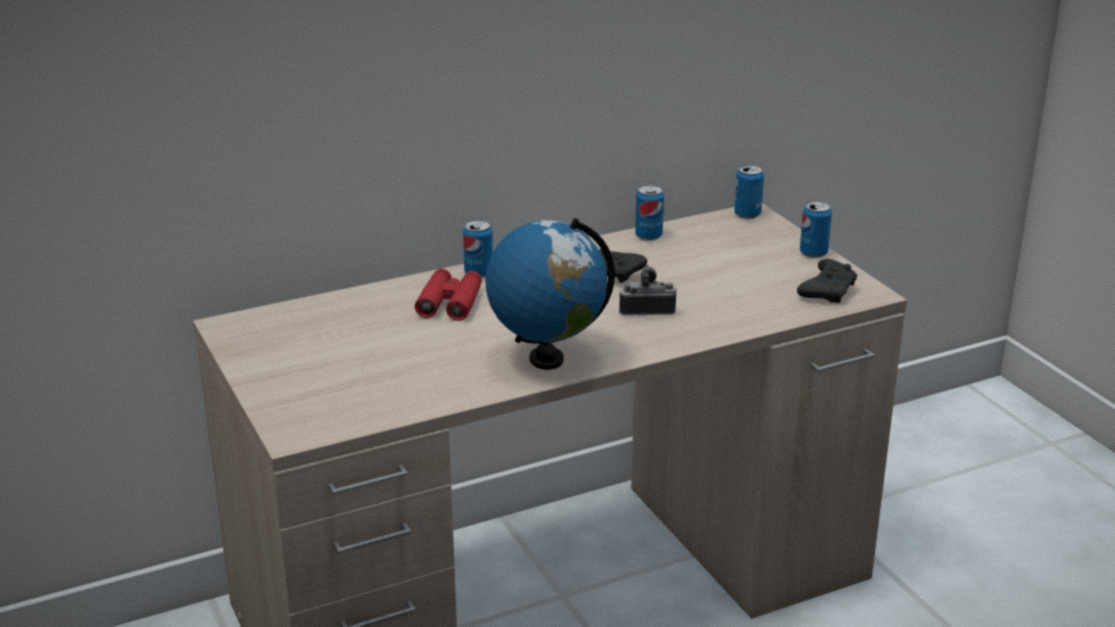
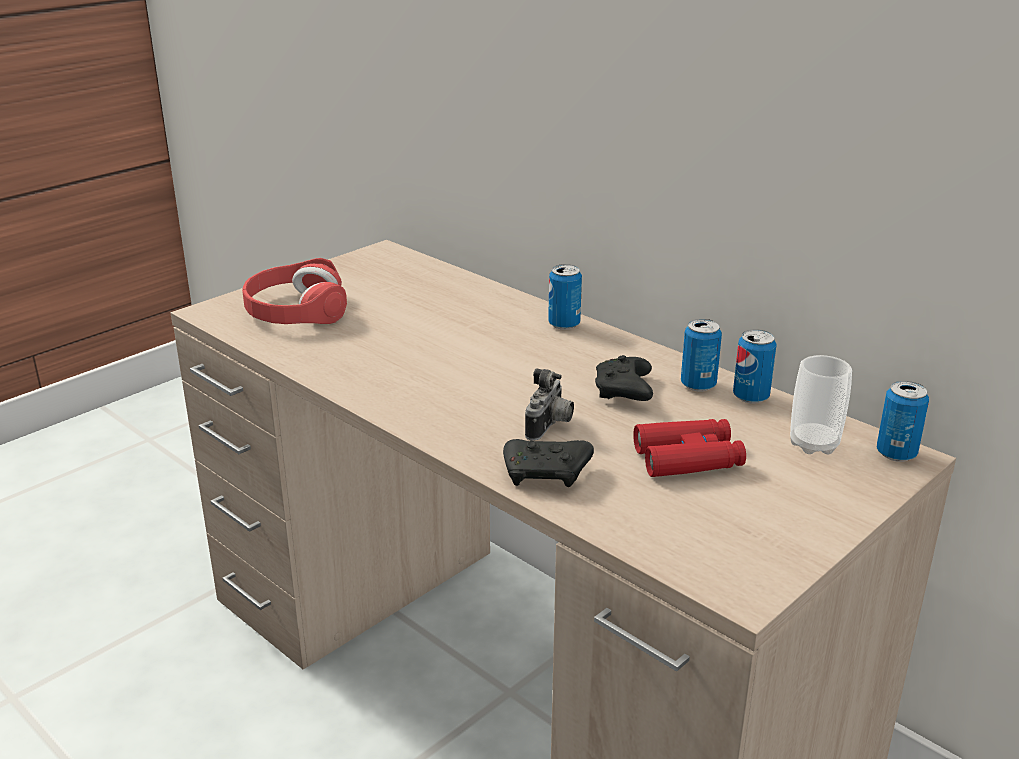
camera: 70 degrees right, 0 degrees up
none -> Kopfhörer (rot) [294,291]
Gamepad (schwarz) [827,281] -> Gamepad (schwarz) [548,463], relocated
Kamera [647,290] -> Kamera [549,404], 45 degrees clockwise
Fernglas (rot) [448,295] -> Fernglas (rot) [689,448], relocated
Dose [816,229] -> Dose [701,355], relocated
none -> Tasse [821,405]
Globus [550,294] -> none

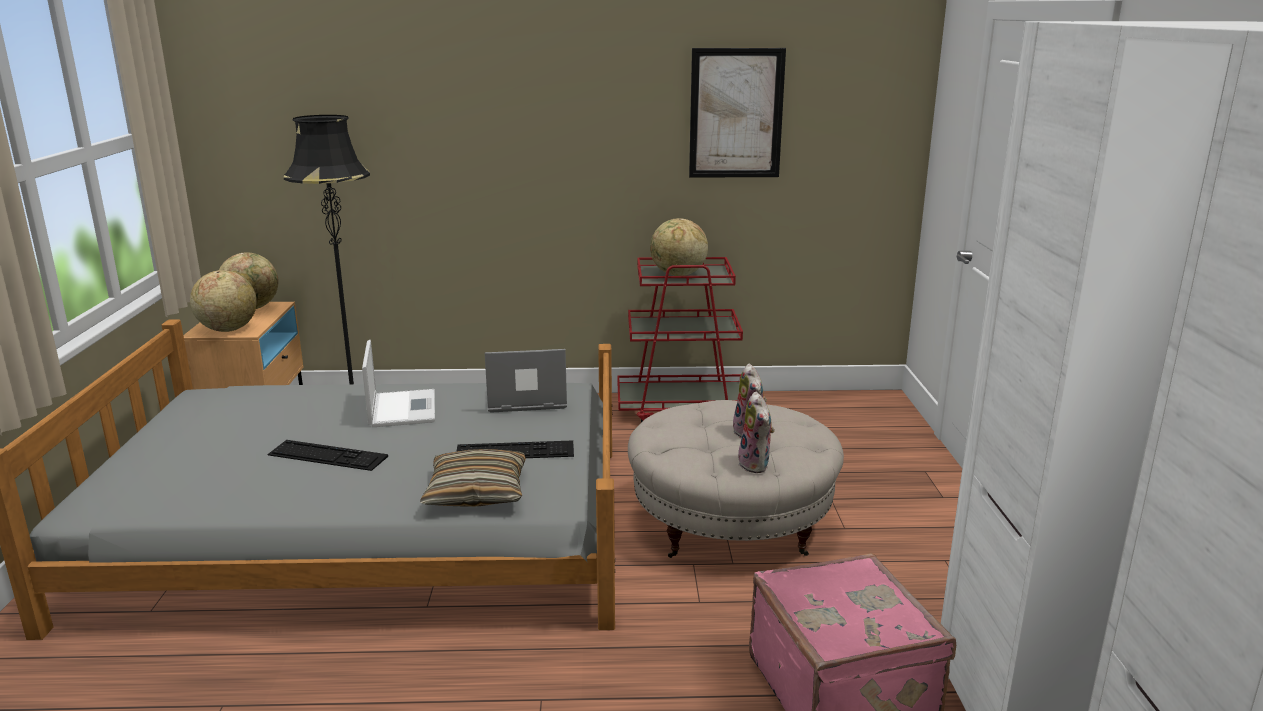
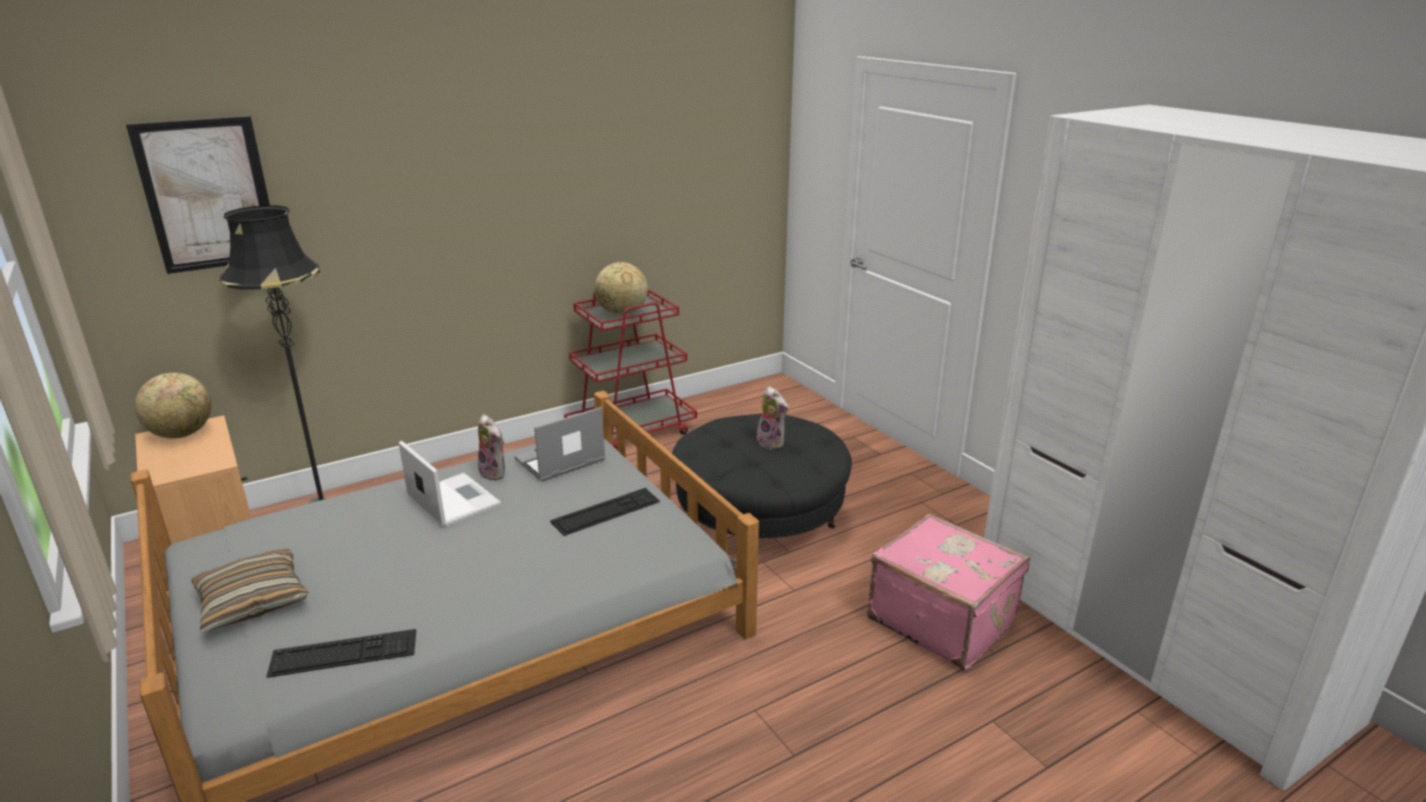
camera: 30 degrees left, 5 degrees up
Bild [737,113] -> Bild [198,195], relocated
Kissen [473,478] -> Kissen [249,590], relocated
Tastatur [327,455] -> Tastatur [341,653], relocated
Plüschtier [756,432] -> Plüschtier [492,447], relocated
Polsterhocker (beige) [736,479] -> Polsterhocker (schwarz) [762,476]
Globus [223,301] -> none

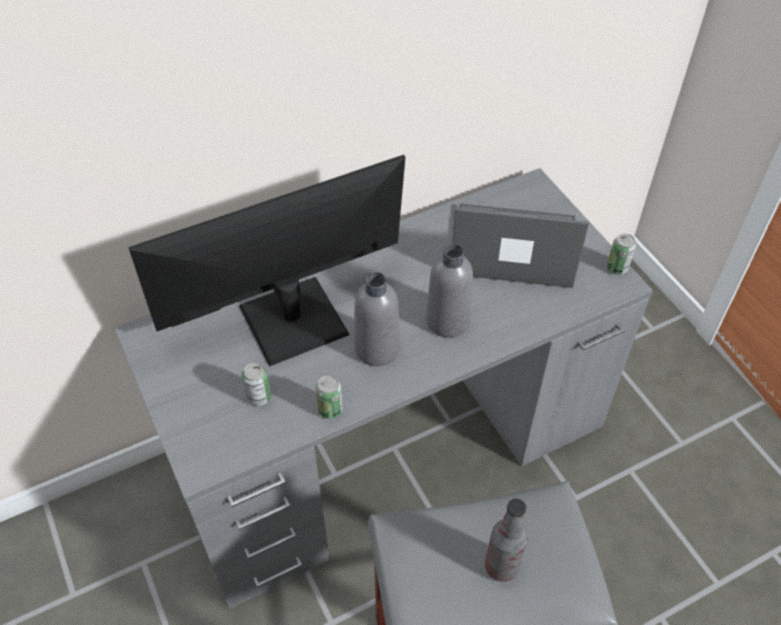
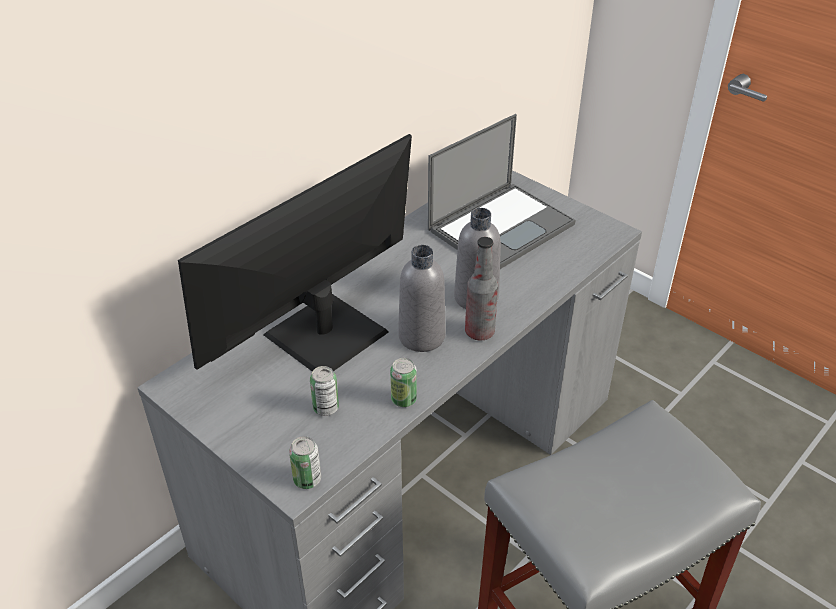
camera: 20 degrees left, 10 degrees down
Dose [621,254] -> Dose [305,462], relocated
Laptop [520,245] -> Laptop [501,191], 150 degrees clockwise
Flasche [506,540] -> Flasche [481,288], relocated

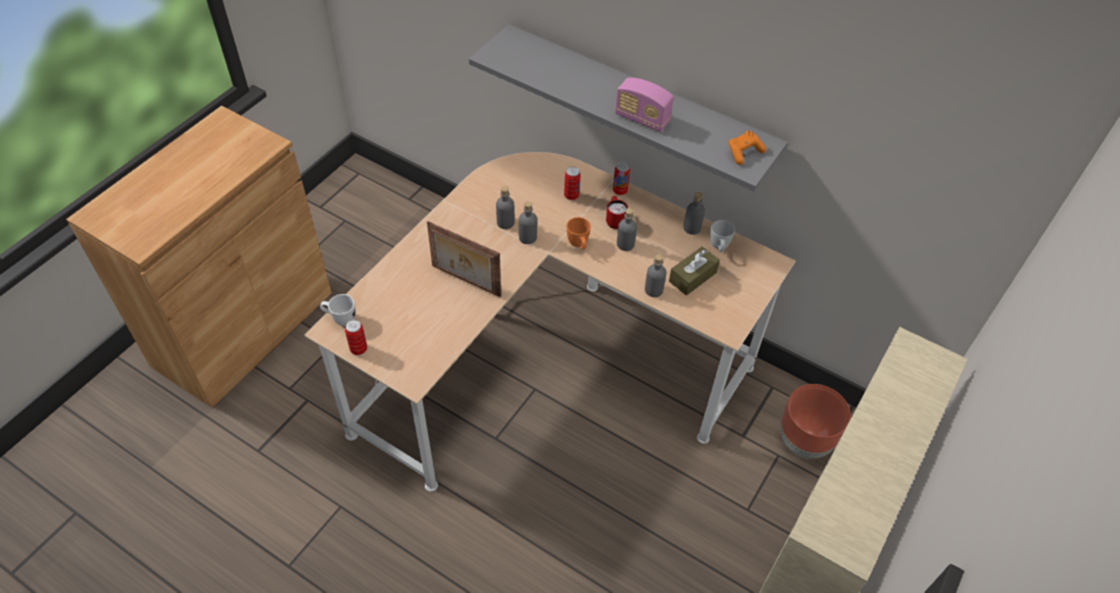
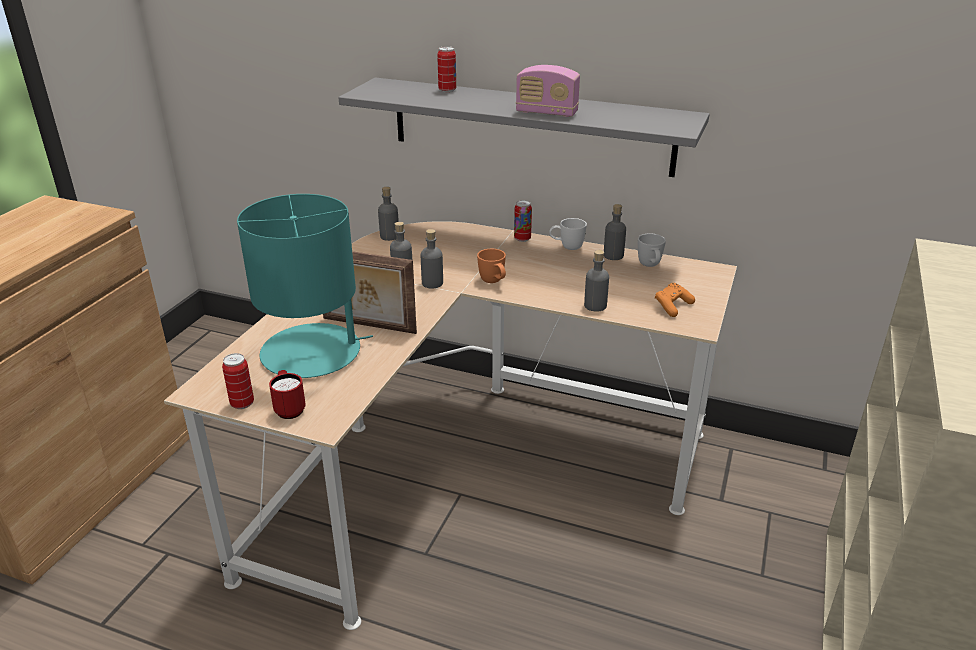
camera: 10 degrees left, 20 degrees down
none -> Tischlampe (türkis) [305,286]
Henkelbecher (rot) [617,212] -> Henkelbecher (rot) [287,394], relocated
Flasche (grau) [627,229] -> Flasche (grau) [388,214], relocated
Dose [572,183] -> Dose [446,69], relocated
Henkelbecher (weiß) [337,310] -> Henkelbecher (weiß) [568,234], relocated
Gamepad (orange) [747,148] -> Gamepad (orange) [675,300], relocated
Taschentuchbox (braun) [694,271] -> none
Pflanzkübel (braun) [815,421] -> none

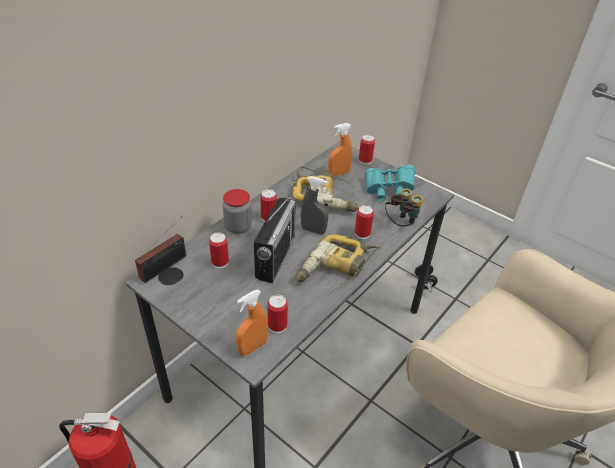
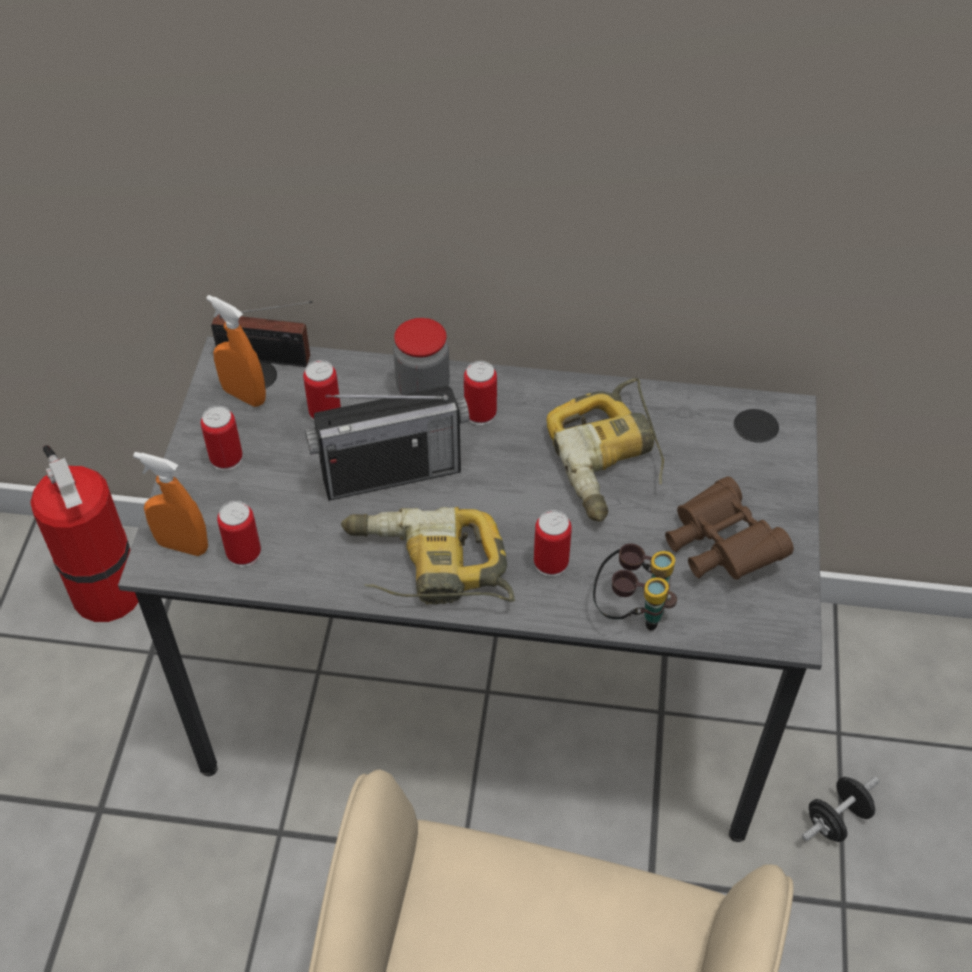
camera: 60 degrees right, 10 degrees up
Dose [367,150] -> Dose [222,438], relocated
Sprühflasche (orange) [340,150] -> Sprühflasche (orange) [236,351], relocated
Fernglas (türkis) [390,183] -> Fernglas (braun) [729,528]
Sprühflasche (grau) [314,205] -> none

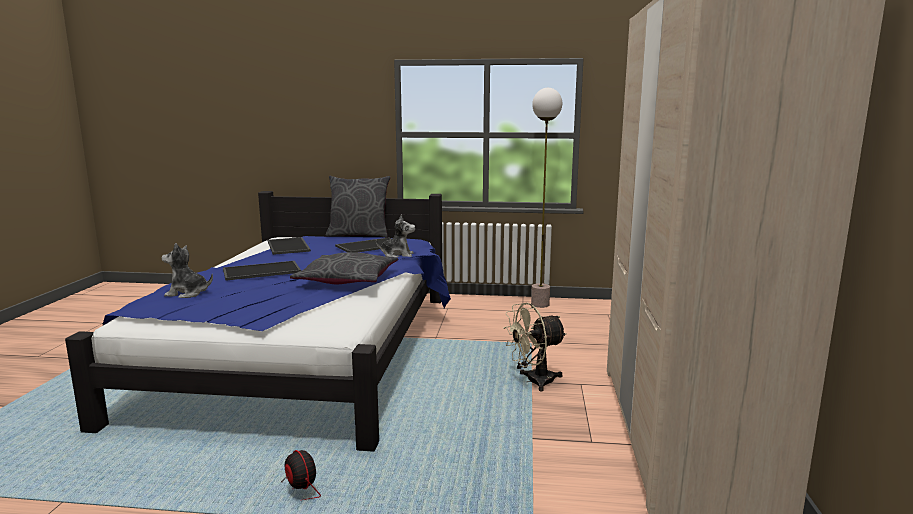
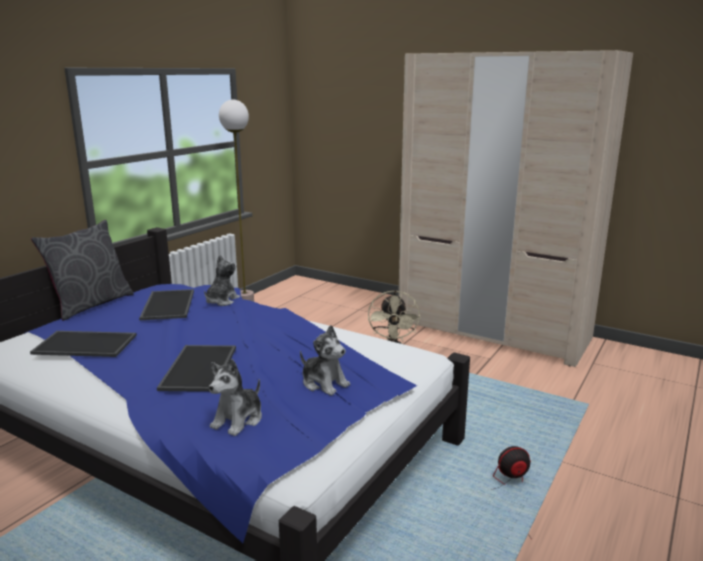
camera: 65 degrees left, 5 degrees up
none -> Plüschtier [325,360]
Kissen (grau) [344,268] -> none

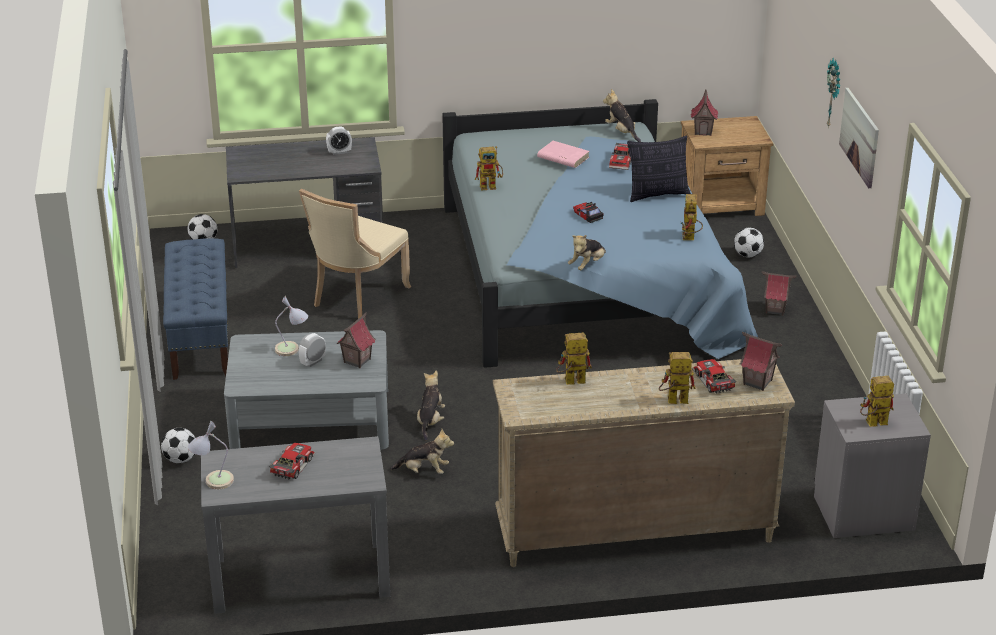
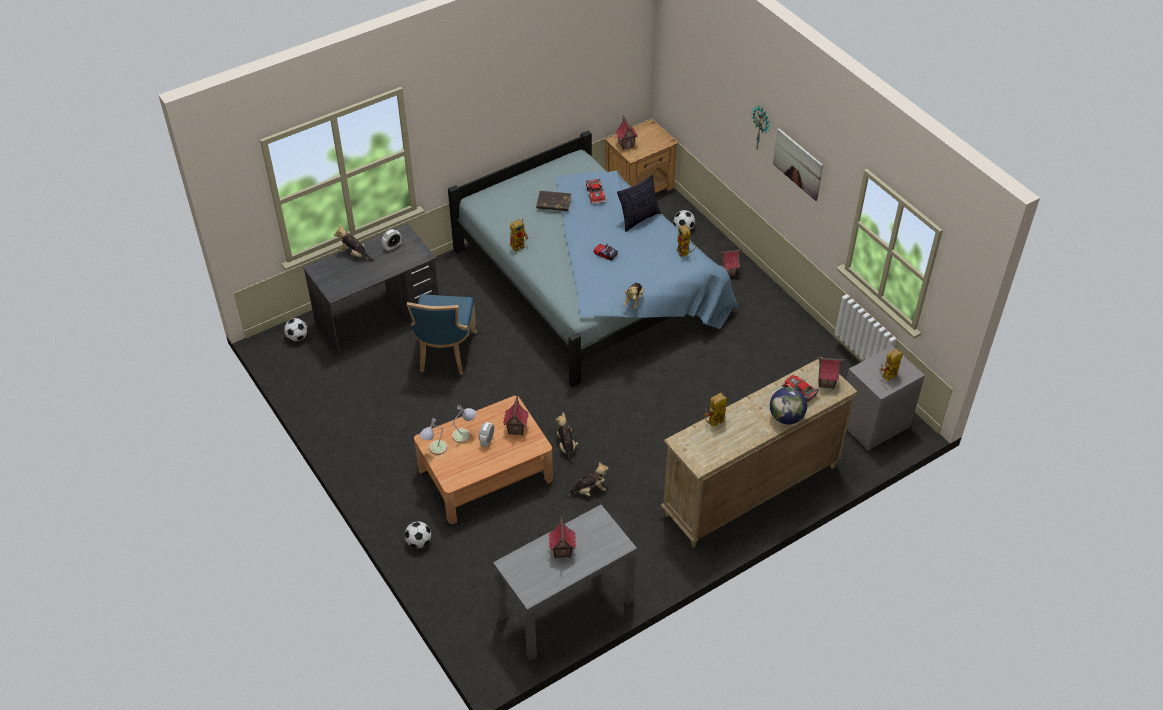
camera: 25 degrees left, 15 degrees up
Plüschtier [622,115] -> Plüschtier [354,243], relocated
Stuhl (beige) [355,254] -> Stuhl (blau) [442,334]
Couchtisch (grau) [306,390] -> Couchtisch (braun) [483,460]
Tischlampe [211,455] -> Tischlampe [434,436], relocated
Buch (rosa) [563,154] -> Buch (braun) [554,201]
Spielzeugauto [292,461] -> Spielzeughaus [562,537]
Spielzeugroboter [677,378] -> Globus [788,405]
Bank (blau) [195,309] -> none

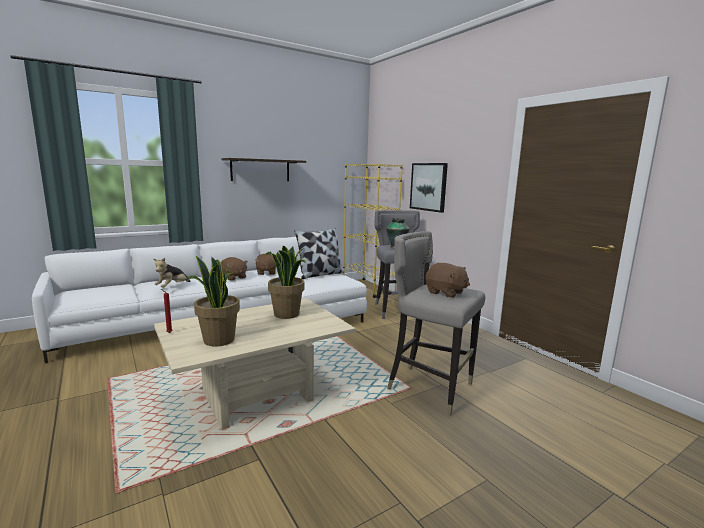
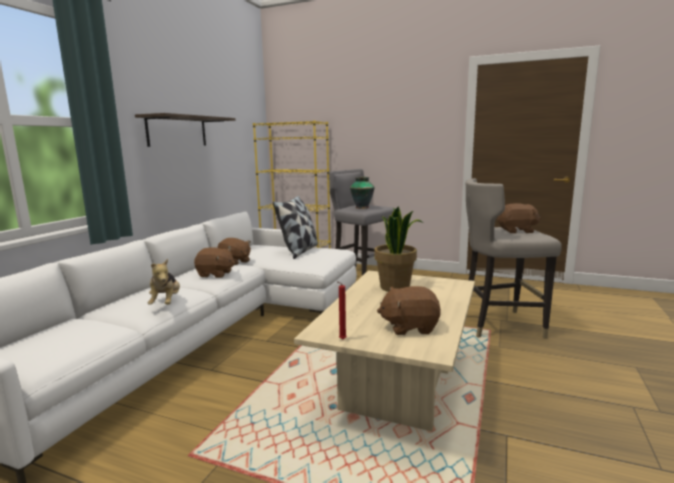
camera: 35 degrees left, 0 degrees up
Topfpflanze [213,301] -> Plüschtier (braun) [409,310]
Bild [429,188] -> none

